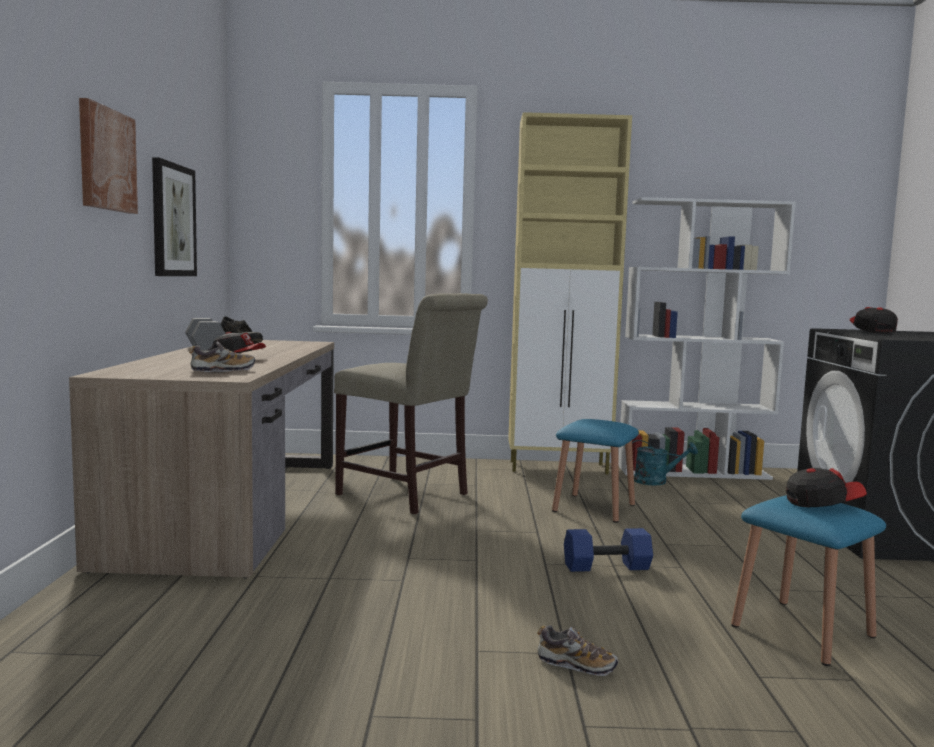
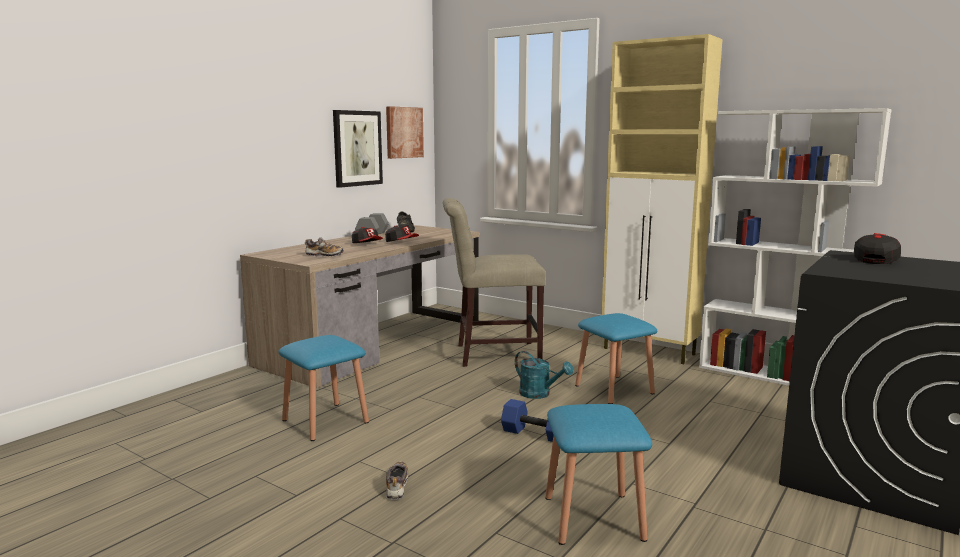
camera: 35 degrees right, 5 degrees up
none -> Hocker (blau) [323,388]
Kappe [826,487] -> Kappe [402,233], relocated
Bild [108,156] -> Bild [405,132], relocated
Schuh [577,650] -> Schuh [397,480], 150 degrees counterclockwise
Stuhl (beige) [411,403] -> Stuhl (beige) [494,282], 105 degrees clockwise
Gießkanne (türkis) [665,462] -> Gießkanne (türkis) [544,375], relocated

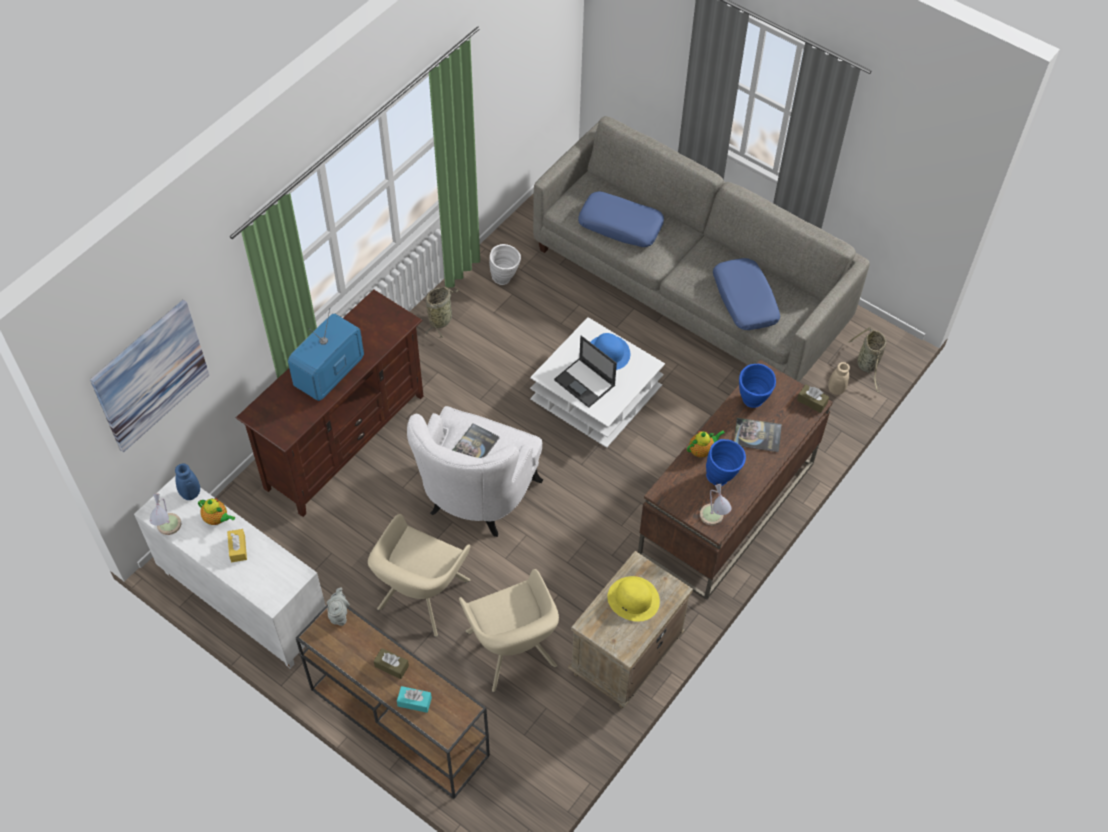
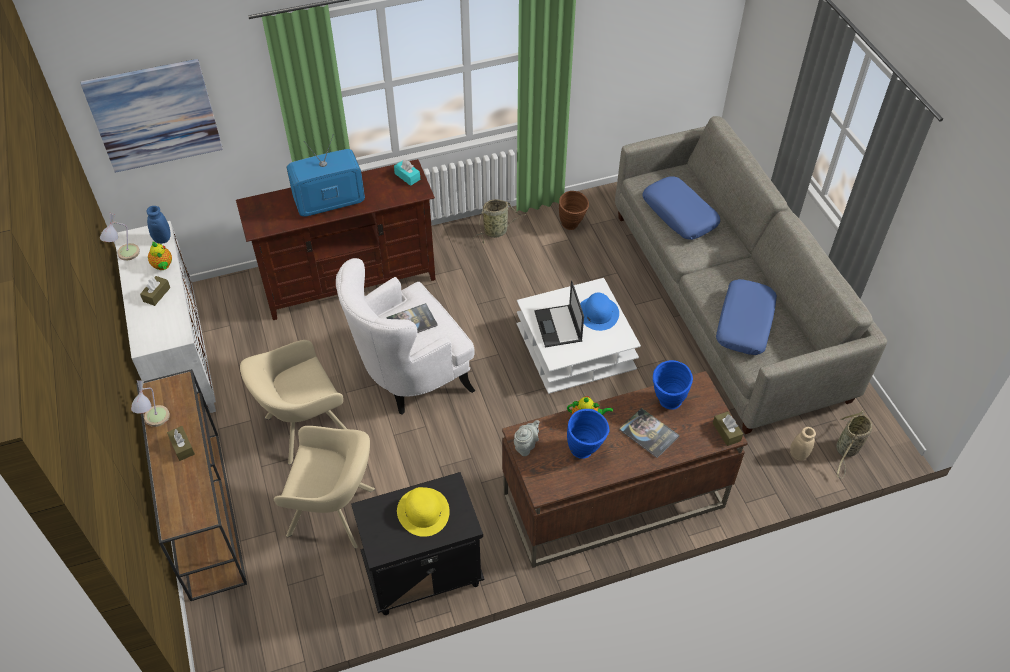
camera: 35 degrees right, 5 degrees down
Tischlampe [716,505] -> Tischlampe [150,403], relocated
Taschentuchbox (gelb) [237,545] -> Taschentuchbox (braun) [155,291]
Sessel (beige) [509,630] -> Sessel (beige) [324,487], 90 degrees counterclockwise
Nachttisch (beige) [630,629] -> Nachttisch (schwarz) [418,543]
Taschentuchbox (türkis) [414,699] -> Taschentuchbox (türkis) [407,172], relocated
Teekanne (grau) [338,606] -> Teekanne (grau) [527,438], relocated
Vase (weiß) [505,264] -> Vase (braun) [574,210]

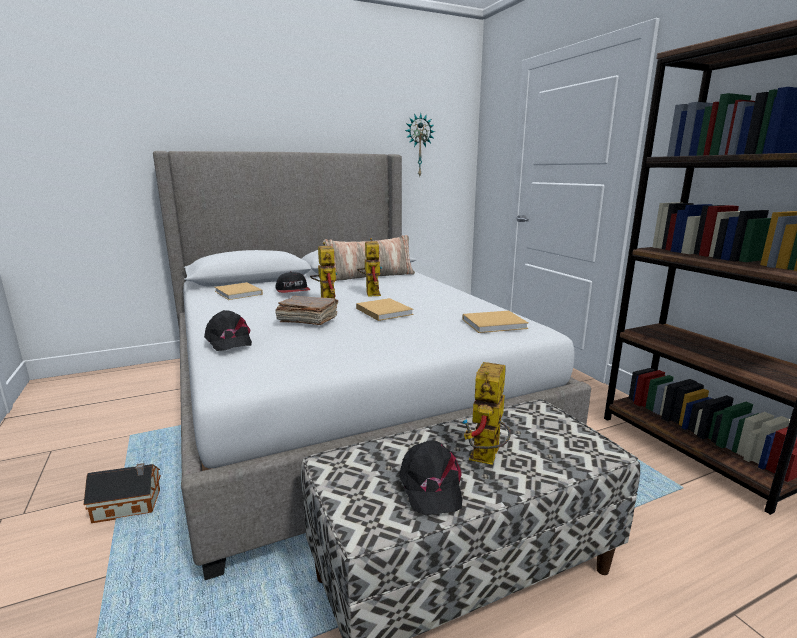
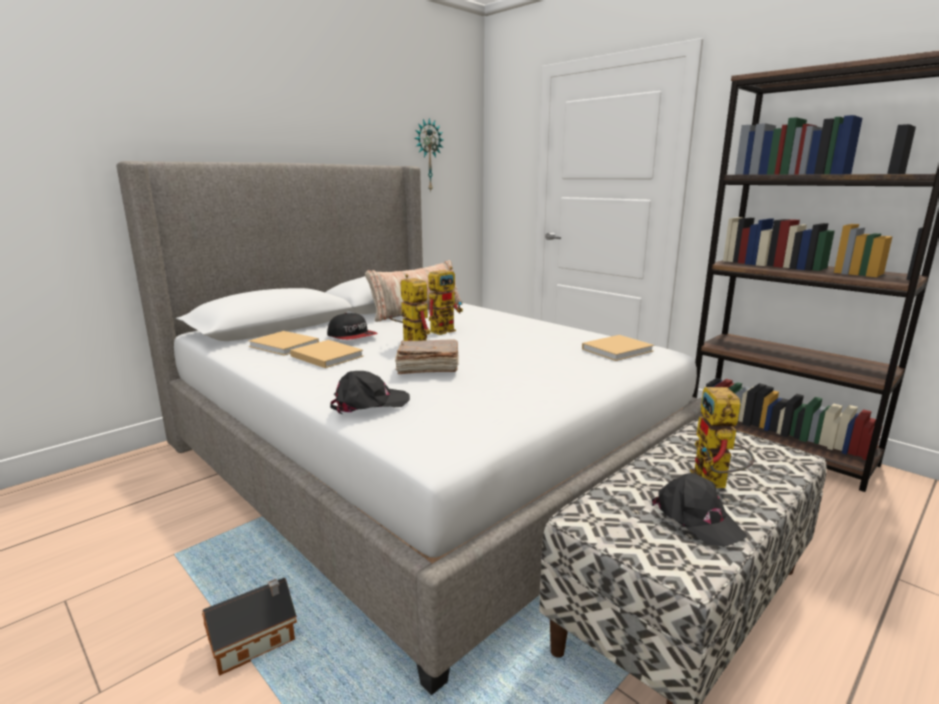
camera: 20 degrees left, 0 degrees up
Buch (beige) [384,309] -> Buch (beige) [326,354], relocated
Kappe (schwarz) [228,330] -> Kappe (schwarz) [370,392], 60 degrees counterclockwise
Spielzeugroboter [369,267] -> Spielzeugroboter [445,301], 75 degrees clockwise

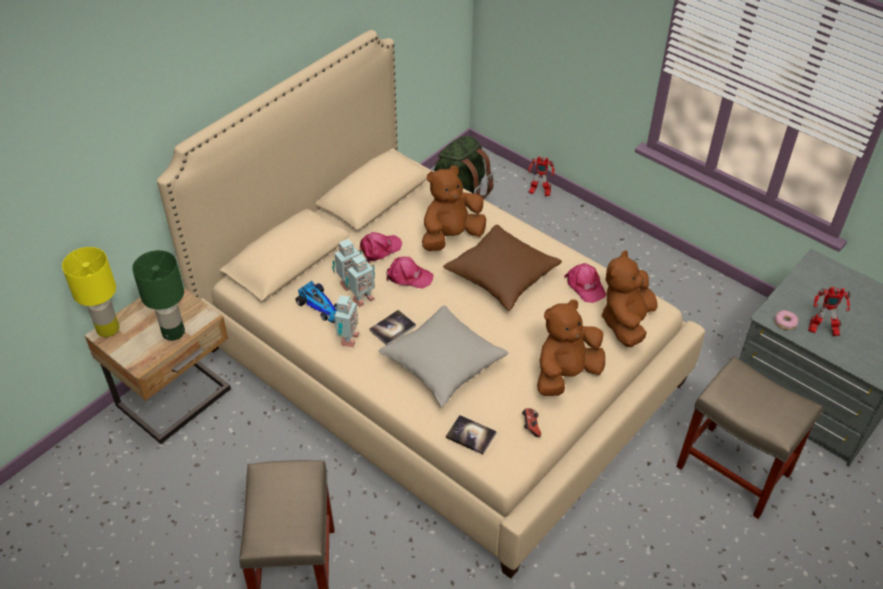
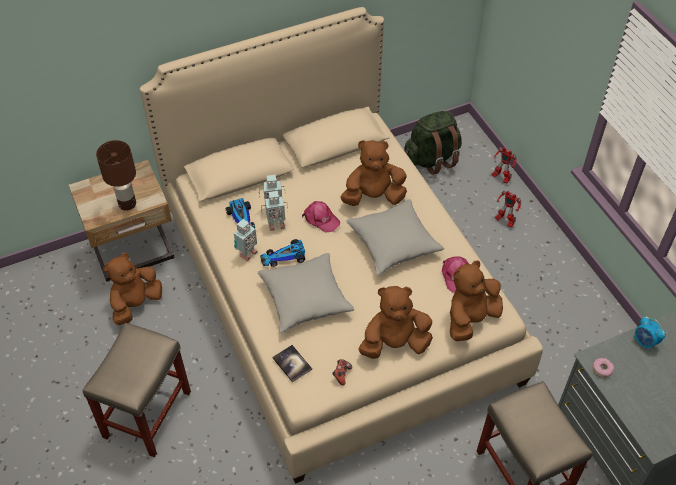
camera: 25 degrees right, 5 degrees up
Tischlampe (grün) [158,295] -> Tischlampe (braun) [116,175]
none -> Plüschtier (braun) [132,289]
Buch [392,327] -> Spielzeugauto [282,253]
Kissen (braun) [502,267] -> Kissen (grau) [395,237]
Spielzeugroboter [829,311] -> Spielzeugroboter [508,208], relocated
none -> Wecker [650,333]
Tischlampe (gelb) [90,292] -> none
Kappe (rosa) [381,247] -> none

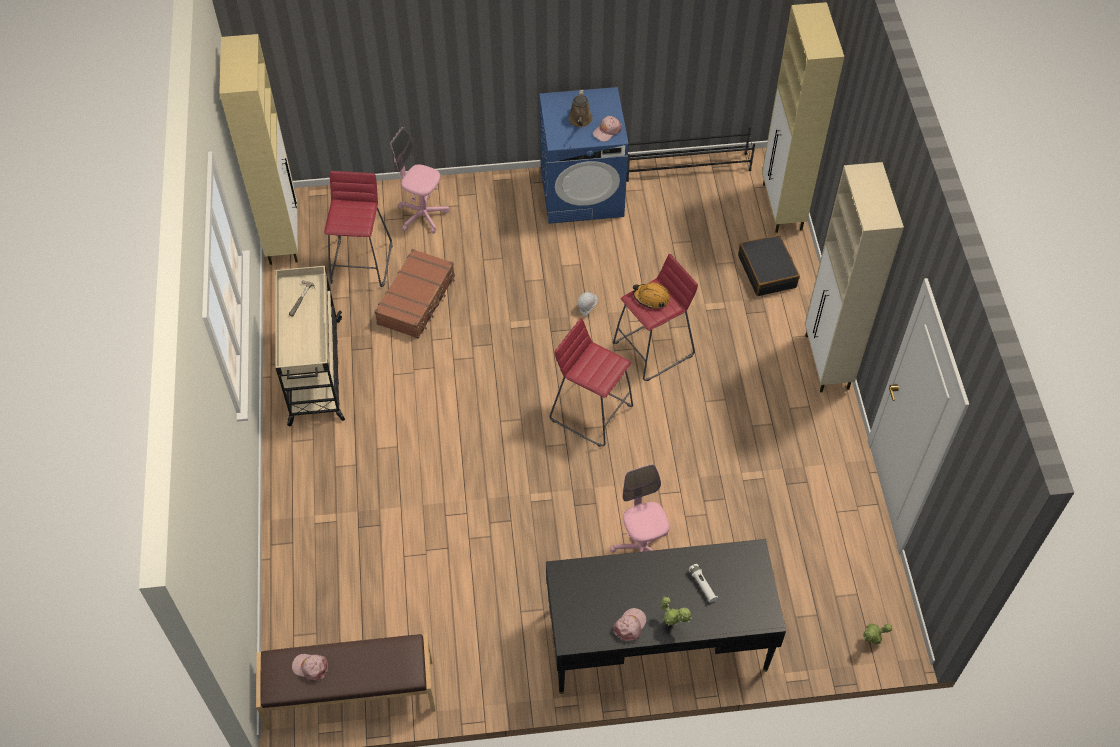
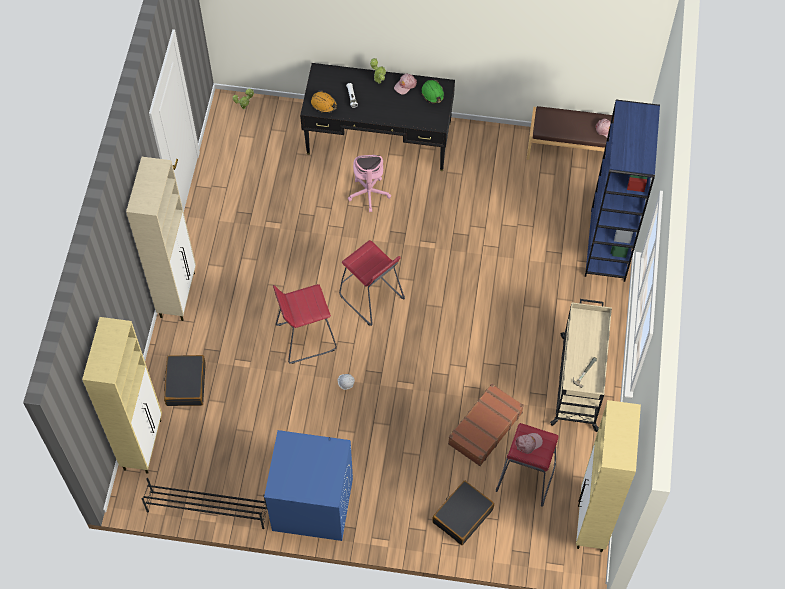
camera: 165 degrees left, 5 degrees up
Schutzhelm (orange) [651,296] -> Schutzhelm (orange) [324,102], relocated
none -> Schutzhelm (grün) [433,92]
Bürostuhl (rosa) [420,180] -> Koffer (schwarz) [463,512]
Kappe (rosa) [607,128] -> Kappe (rosa) [529,443], relocated
none -> Bücherregal (blau) [622,191]
Gießkanne (braun) [581,108] -> none

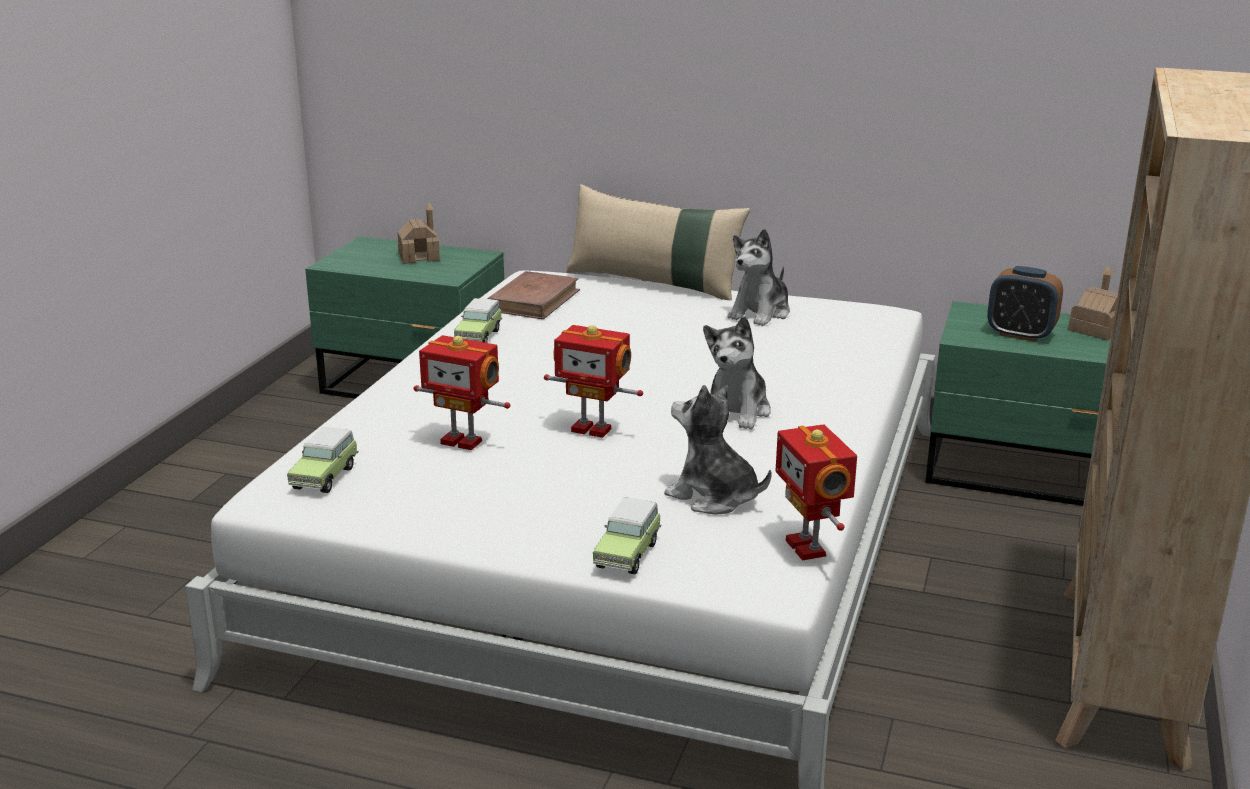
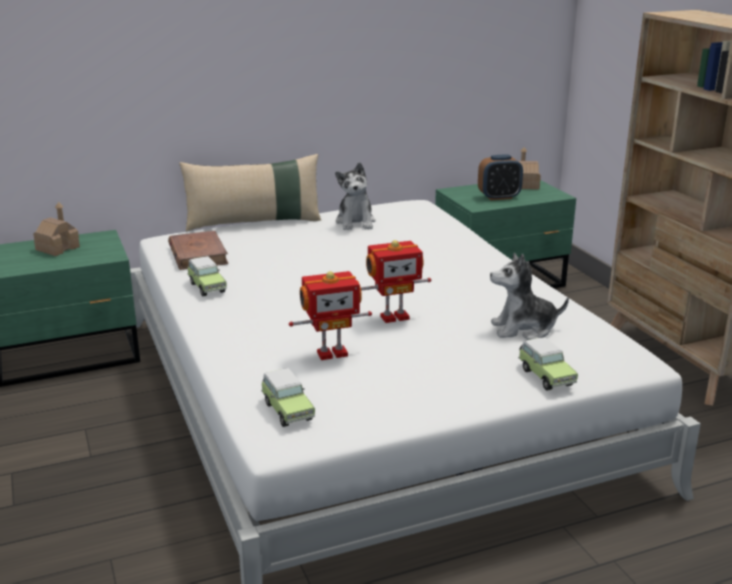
camera: 40 degrees left, 0 degrees up
Plüschtier [737,373] -> none
Spielzeugroboter [816,492] -> none

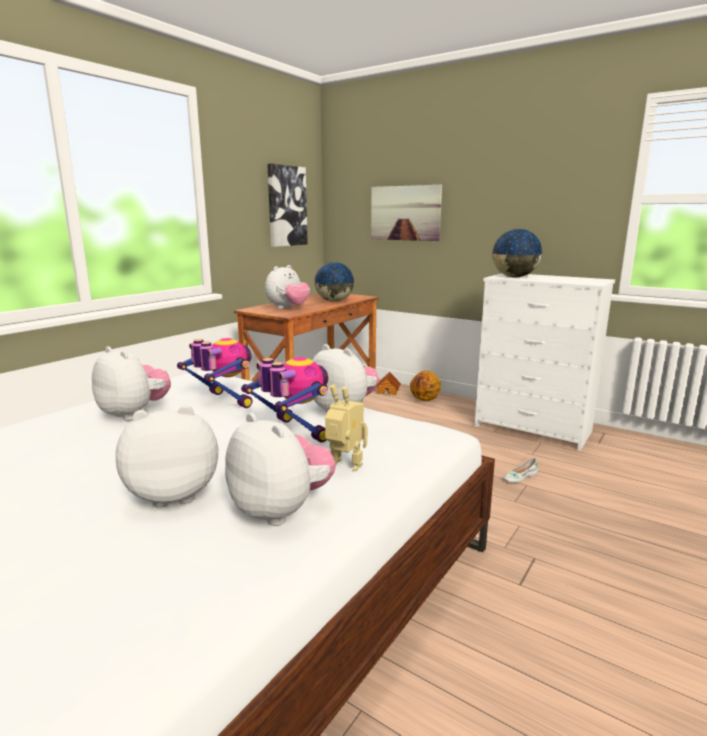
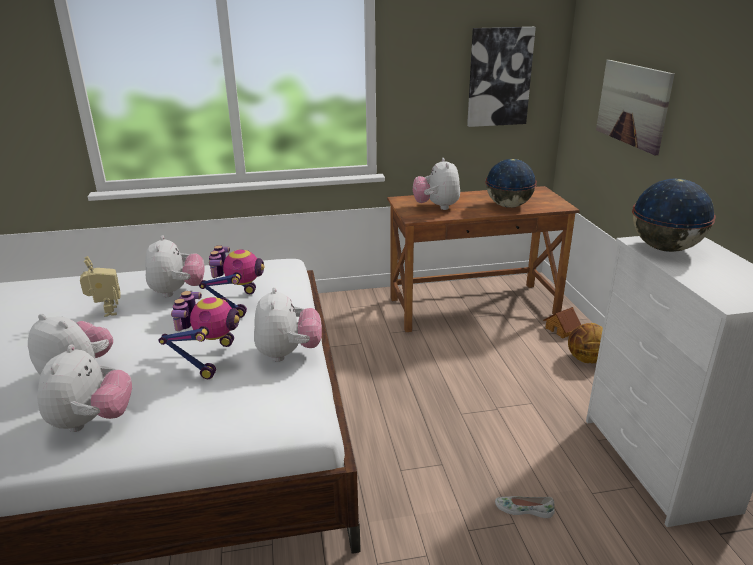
camera: 45 degrees right, 10 degrees up
Spielzeugroboter [346,428] -> Spielzeugroboter [100,286], relocated
Plüschtier [287,287] -> Plüschtier [436,184], 90 degrees clockwise

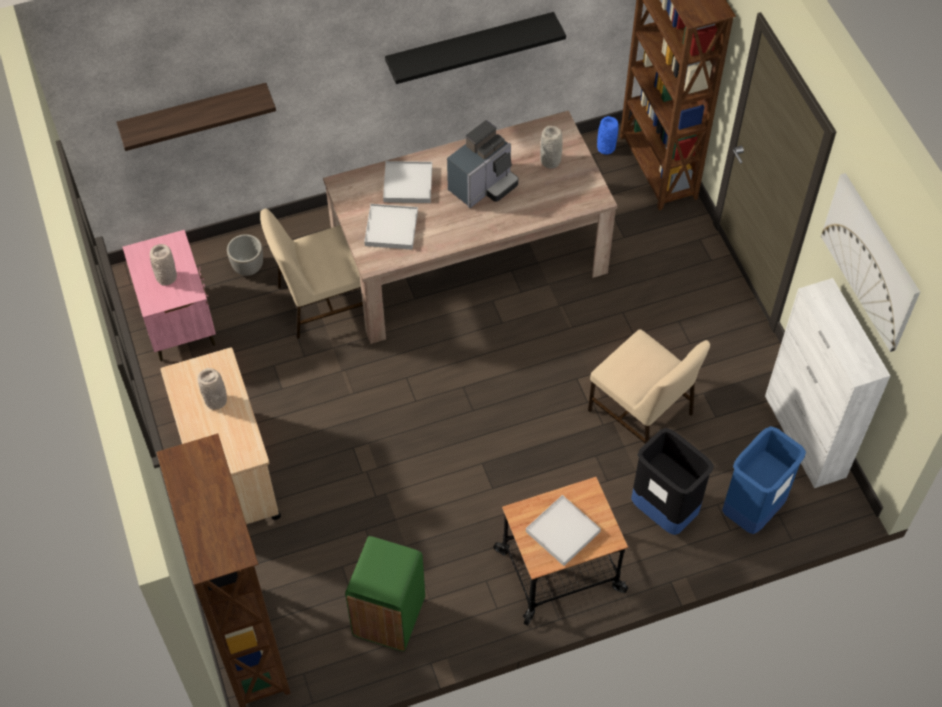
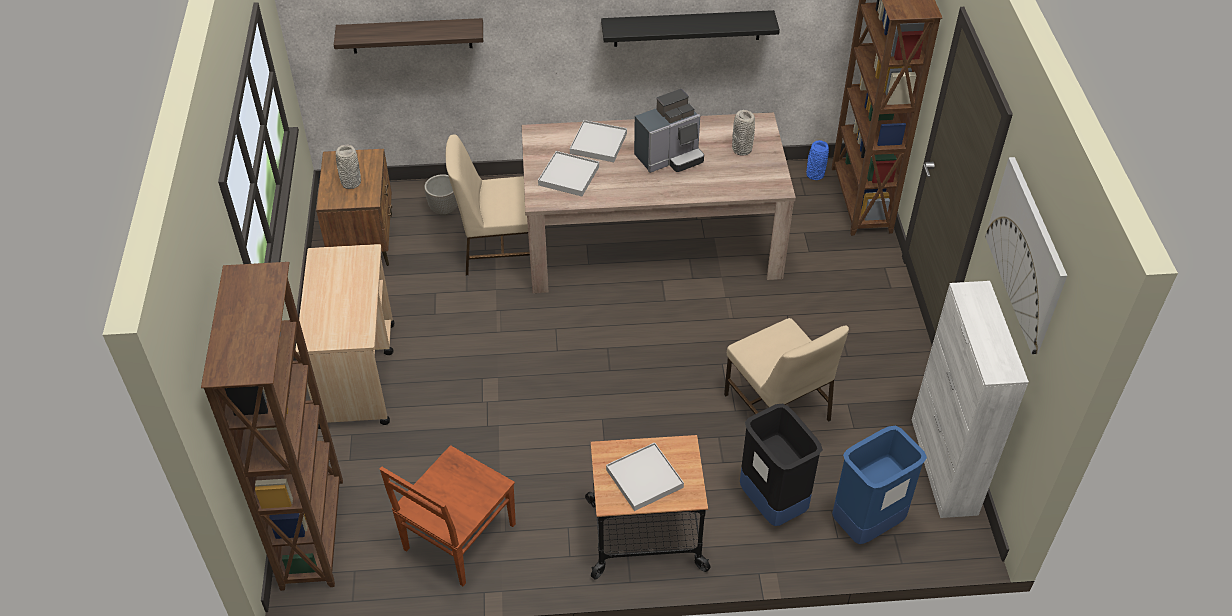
camera: 15 degrees right, 10 degrees down
Nachttisch (rosa) [169,295] -> Nachttisch (braun) [354,207]
Mülleimer (grün) [385,593] -> Stuhl (braun) [448,515]
Vase (grau) [212,389] -> none

